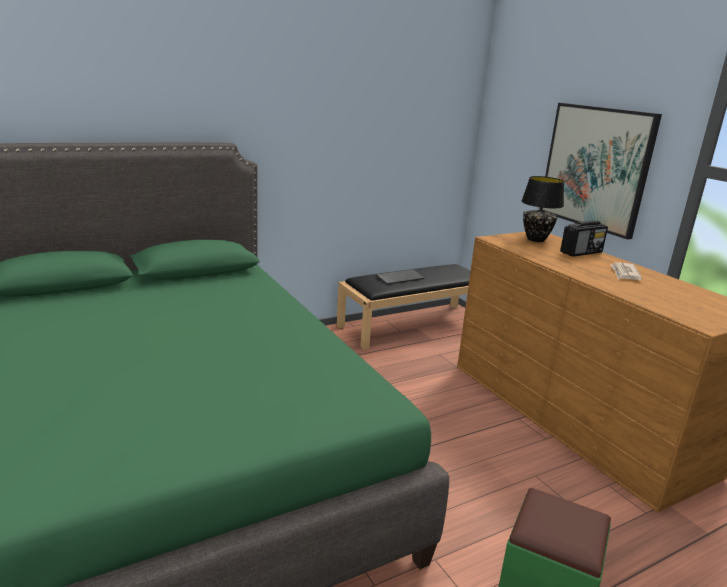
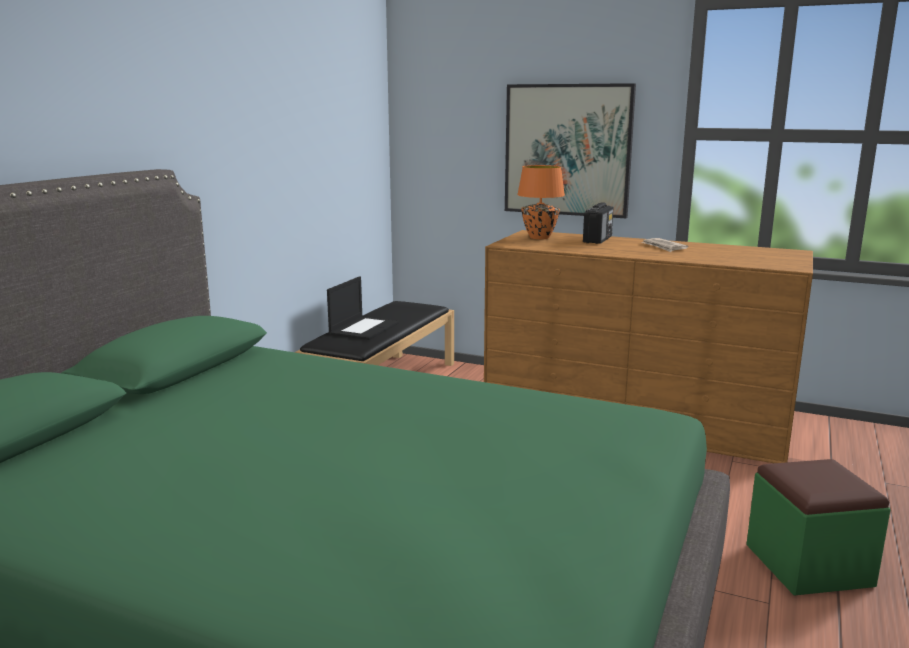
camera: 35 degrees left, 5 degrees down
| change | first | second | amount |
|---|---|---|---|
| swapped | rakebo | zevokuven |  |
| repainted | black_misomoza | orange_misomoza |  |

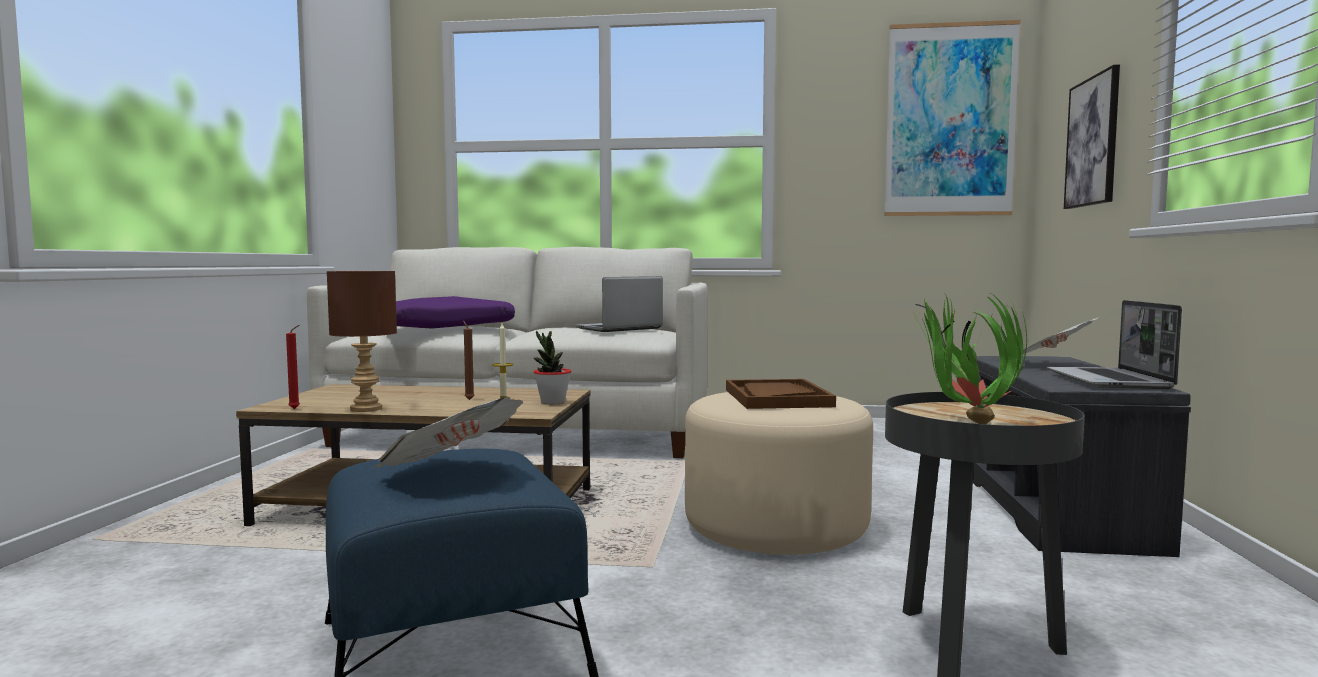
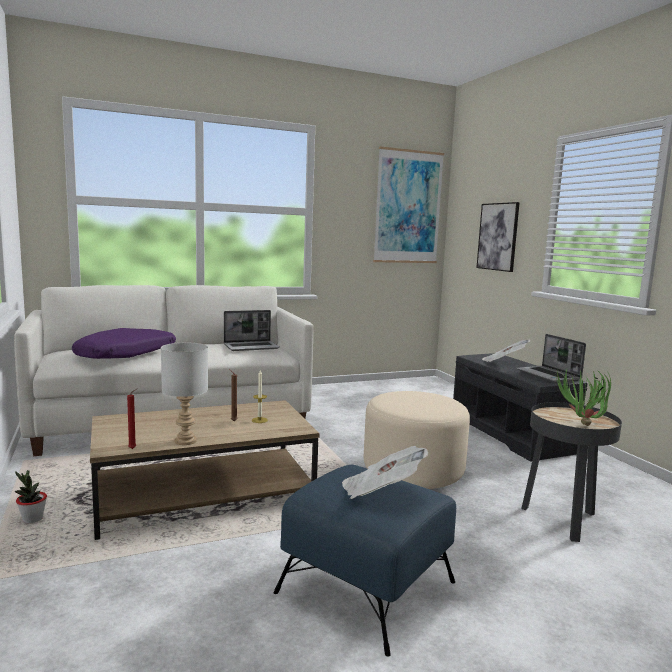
camera: 30 degrees left, 5 degrees up
| change | first | second | amount |
|---|---|---|---|
| gone | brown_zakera |  |  |
| shifted | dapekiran (no. 1 from left) |  |  |
| repainted | brown_misomoza | grey_misomoza |  |
| rotated | zevokuven (no. 1 from left) |  | 135 degrees counterclockwise |

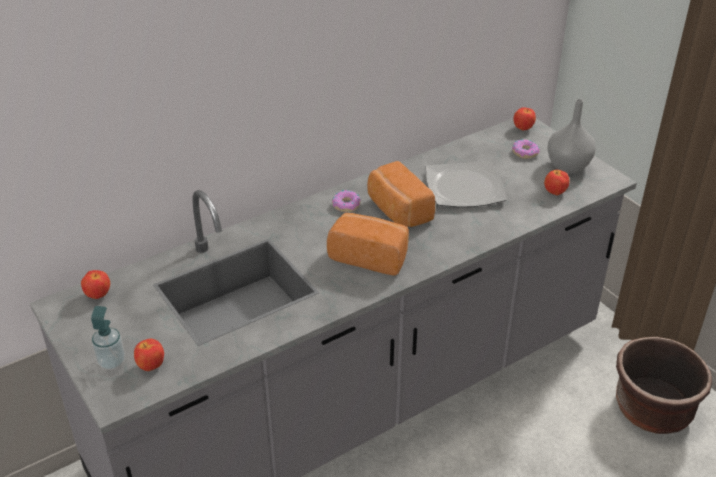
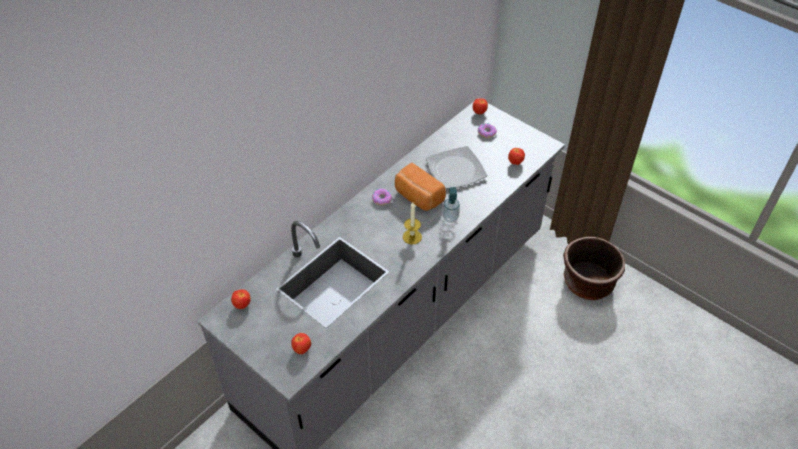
camera: 15 degrees left, 10 degrees up
| change | first | second | amount |
|---|---|---|---|
| gone | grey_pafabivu |  |  |
| shifted | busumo |  |  |
| swapped | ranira (no. 1 from left) | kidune |  |

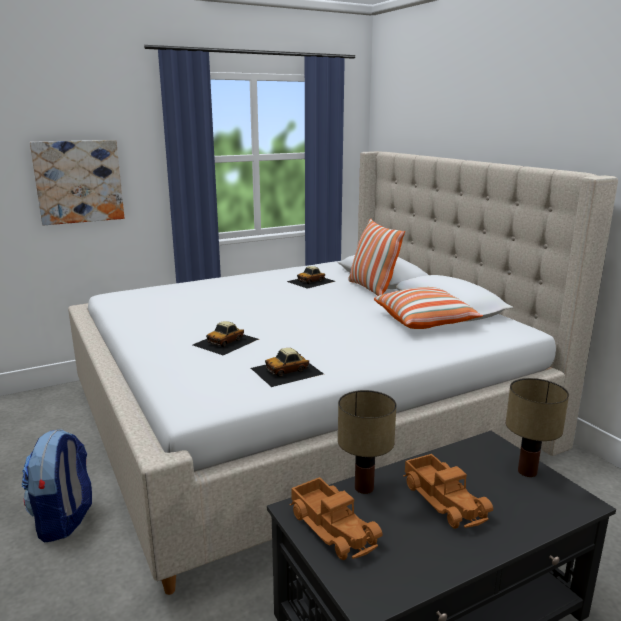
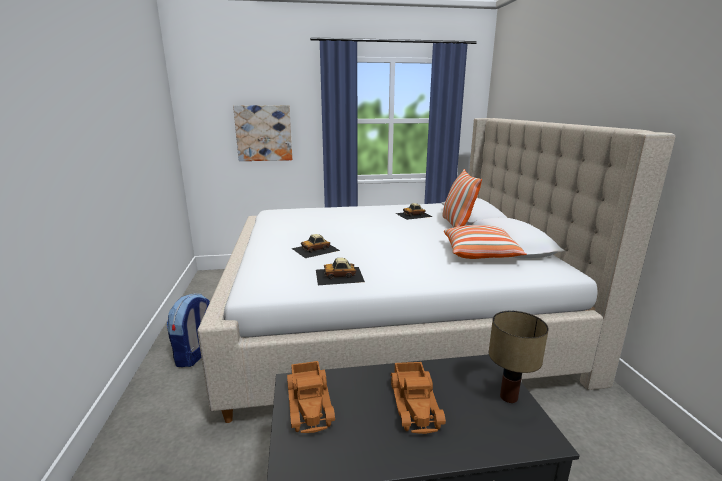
camera: 20 degrees right, 0 degrees up
| change | first | second | amount |
|---|---|---|---|
| gone | misomoza (no. 1 from left) |  |  |

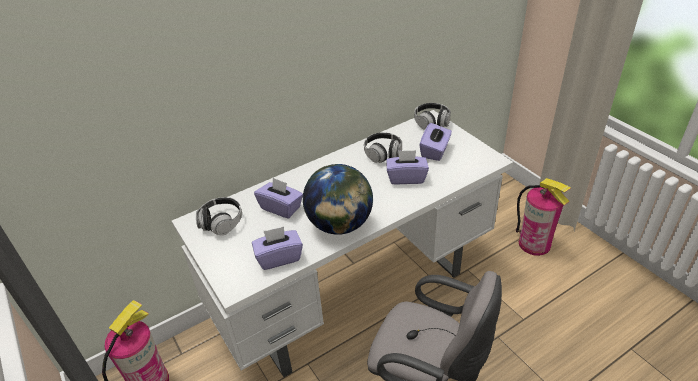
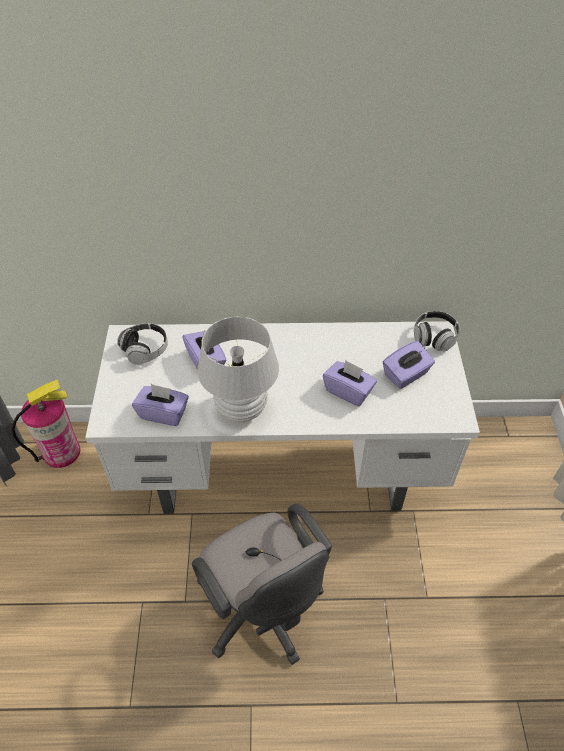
camera: 30 degrees right, 10 degrees up
| change | first | second | amount |
|---|---|---|---|
| gone | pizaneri (no. 2 from left) |  |  |
| gone | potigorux (no. 2 from left) |  |  |
| swapped | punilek | white_misomoza |  |

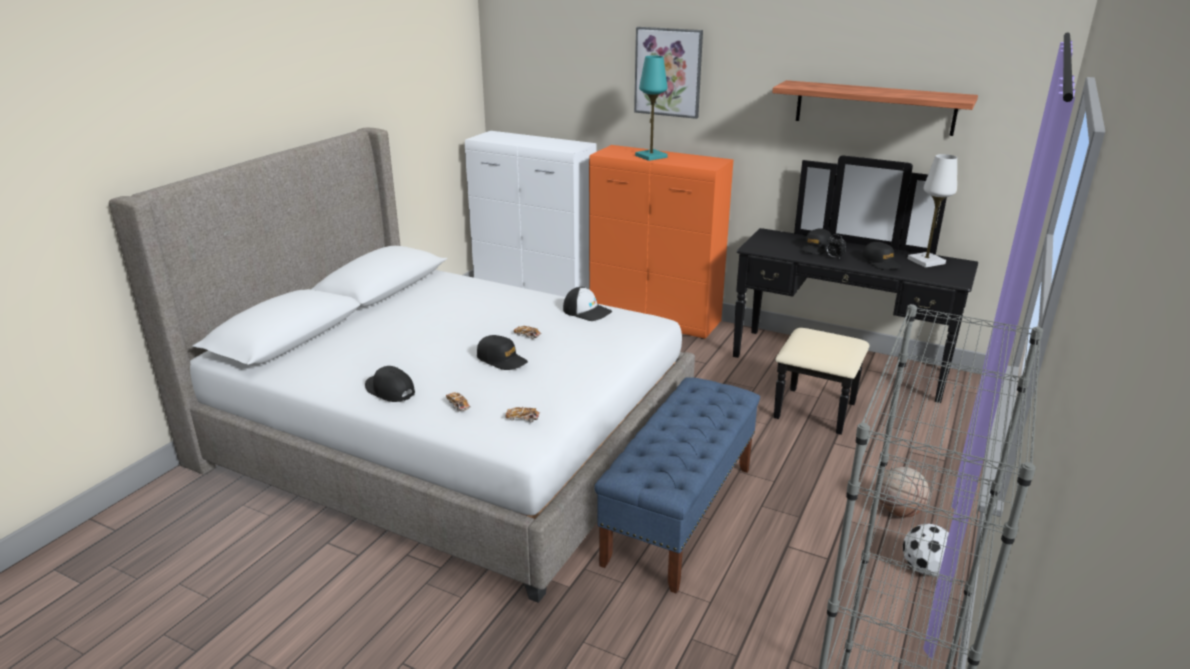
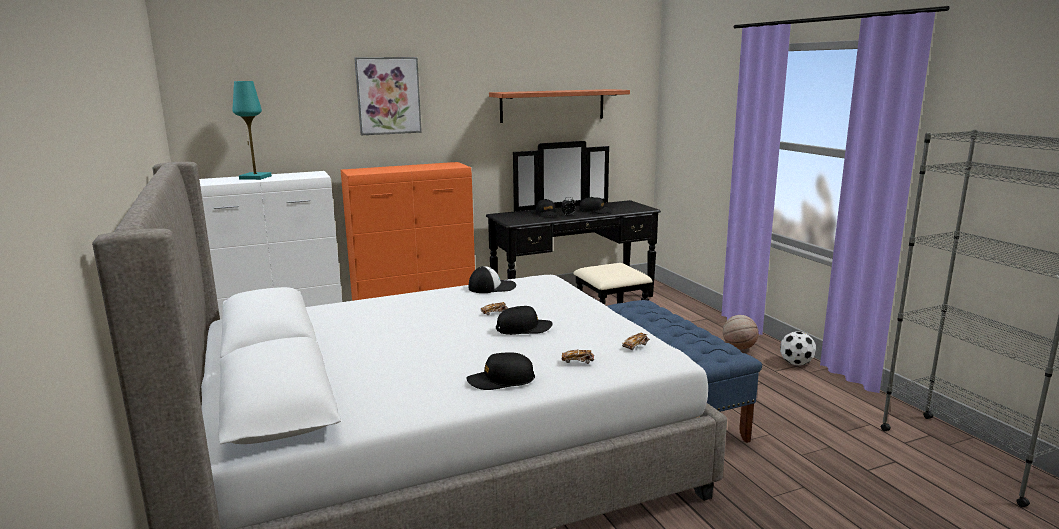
camera: 50 degrees left, 10 degrees down
| change | first | second | amount |
|---|---|---|---|
| gone | white_misomoza |  |  |
| shifted | turquoise_misomoza |  |  |

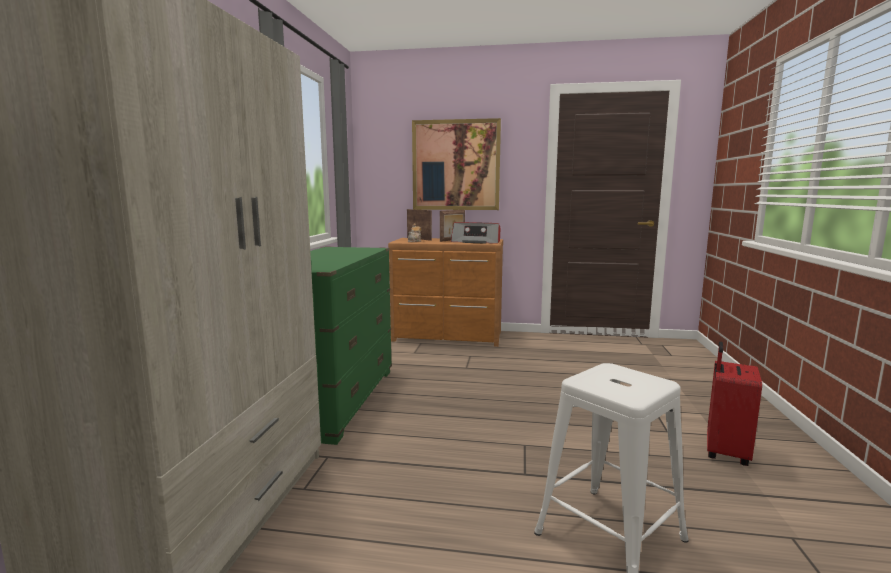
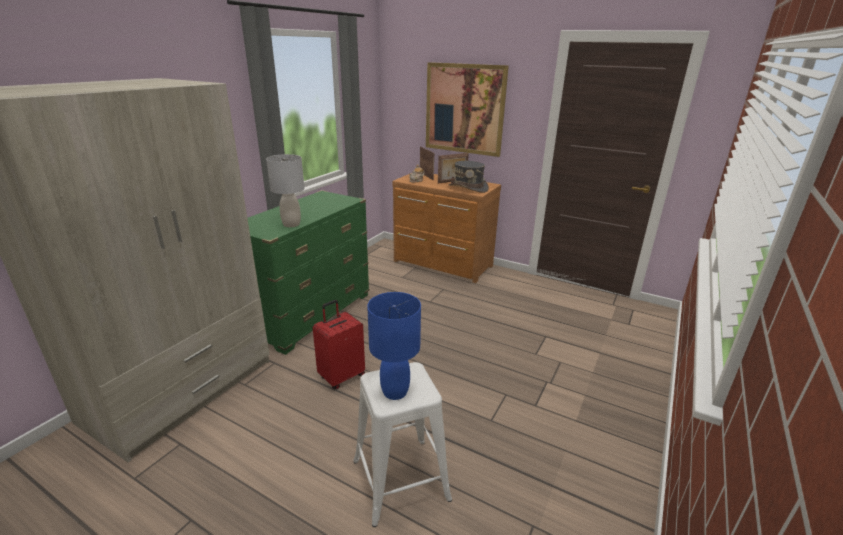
camera: 20 degrees right, 15 degrees up
| change | first | second | amount |
|---|---|---|---|
| new |  | grey_misomoza |  |
| new |  | blue_misomoza |  |
| shifted | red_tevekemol |  |  |
| swapped | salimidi | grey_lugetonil |  |

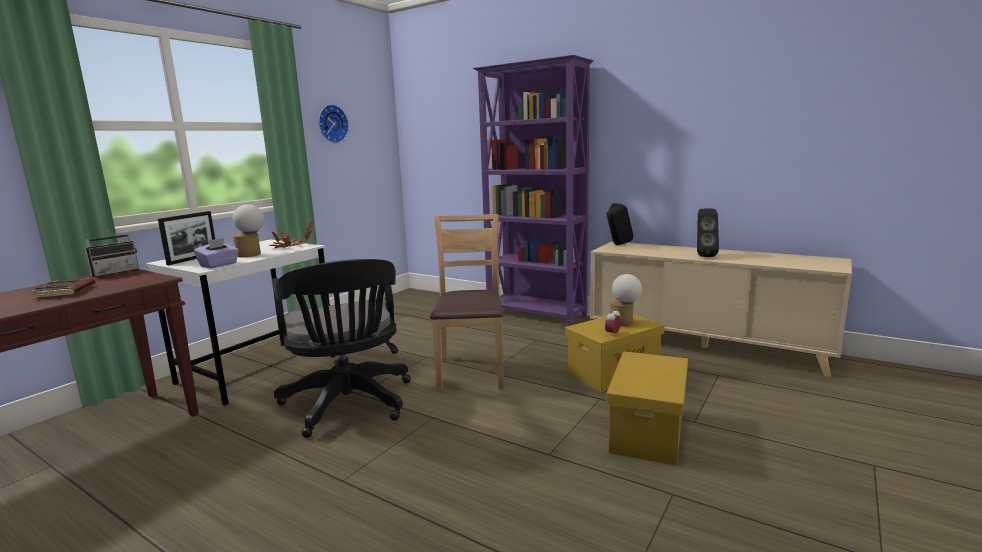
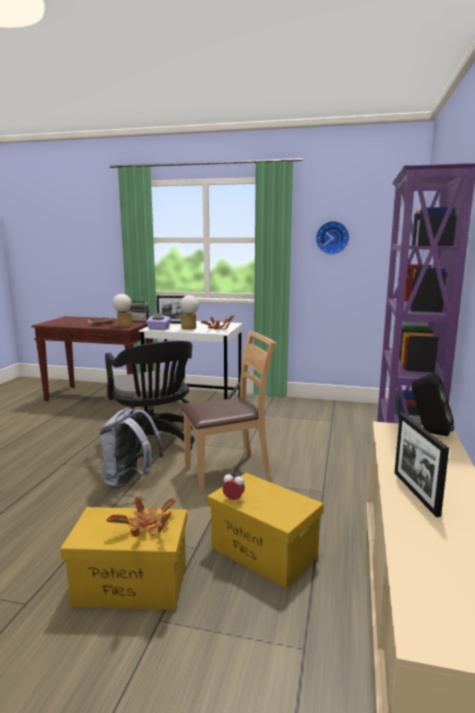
camera: 70 degrees right, 0 degrees up
| change | first | second | amount |
|---|---|---|---|
| new |  | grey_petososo |  |
| new |  | dapekiran (no. 1 from left) |  |
| shifted | misomoza (no. 2 from left in the first image) | misomoza (no. 1 from left) |  |
| swapped | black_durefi (no. 2 from left) | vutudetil (no. 2 from left) |  |
| rotated | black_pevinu |  | 75 degrees counterclockwise |

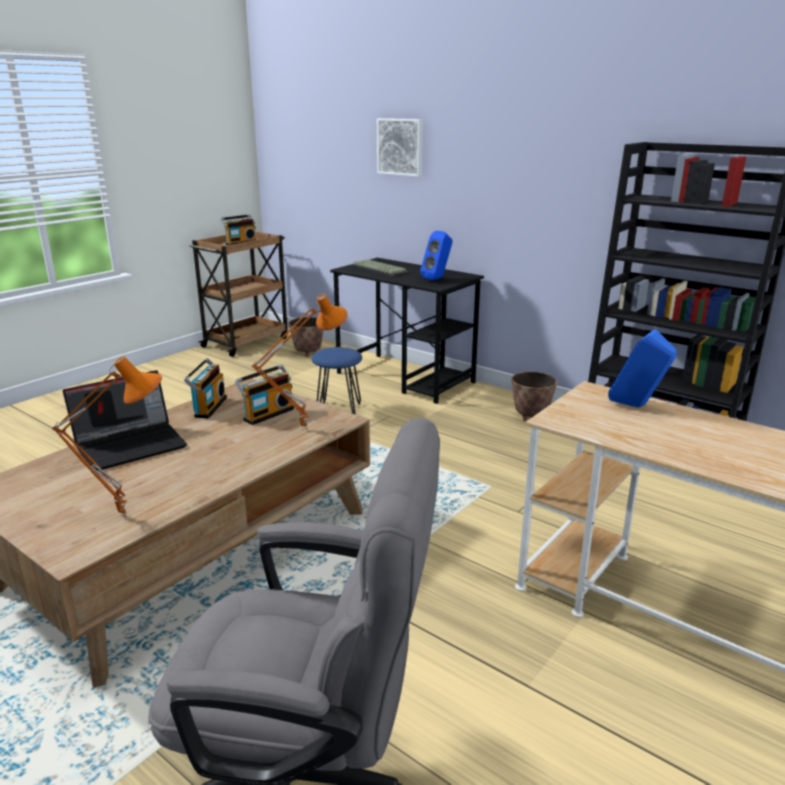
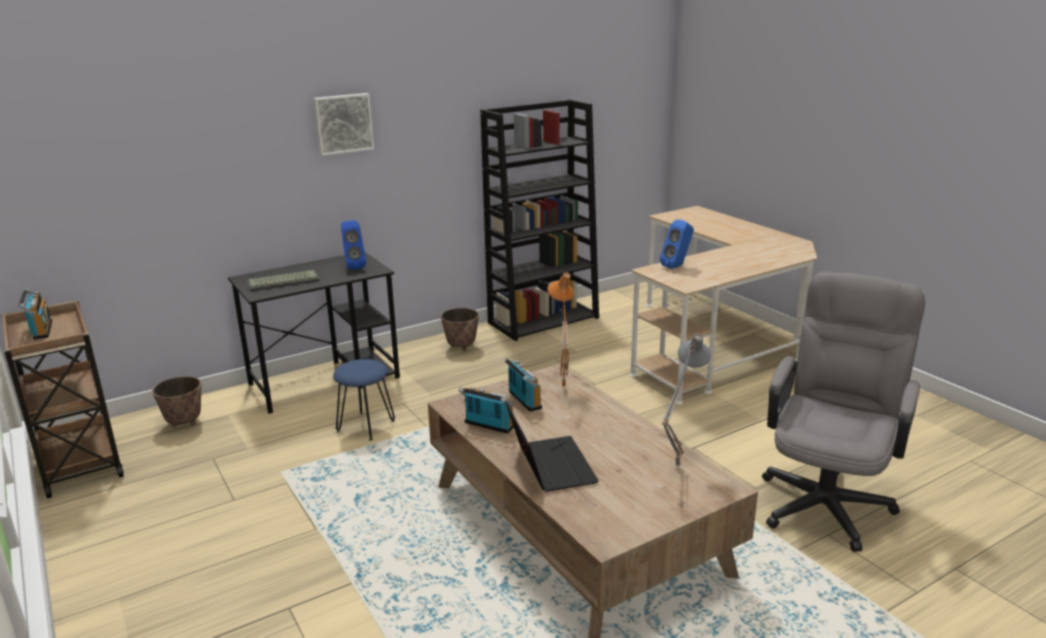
camera: 70 degrees left, 0 degrees up
| change | first | second | amount |
|---|---|---|---|
| shifted | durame |  |  |
| repainted | orange_misomoza (no. 1 from left) | grey_misomoza |  |

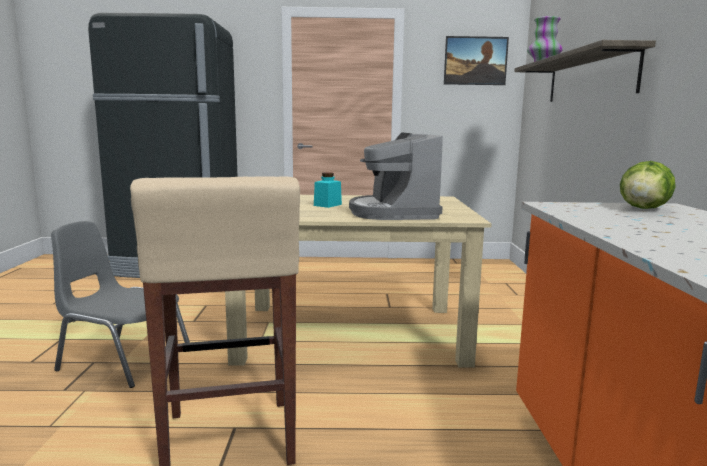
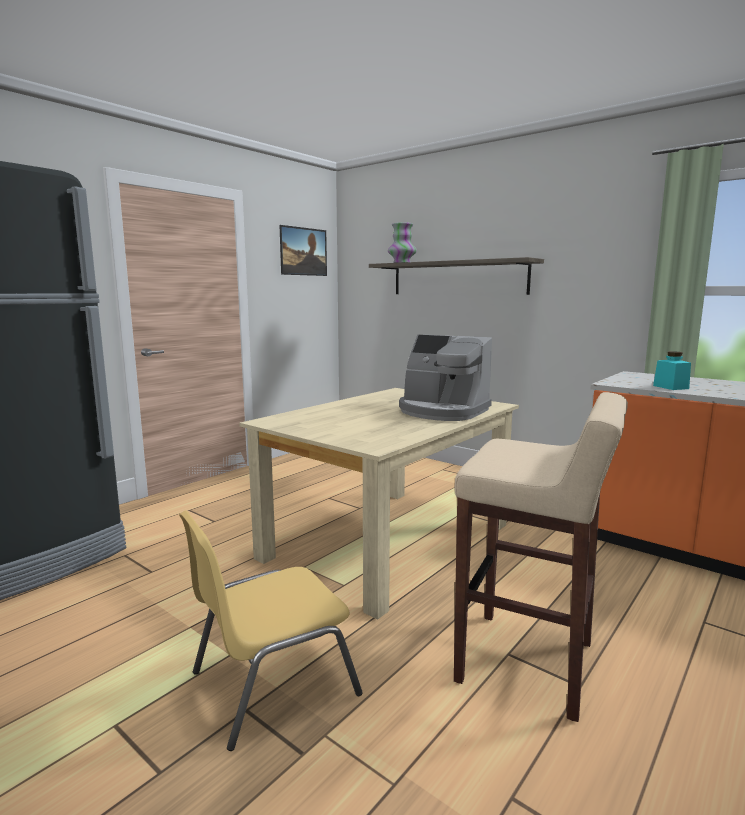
camera: 50 degrees left, 0 degrees up
| change | first | second | amount |
|---|---|---|---|
| gone | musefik |  |  |
| shifted | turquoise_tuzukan |  |  |
| repainted | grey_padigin | yellow_padigin |  |

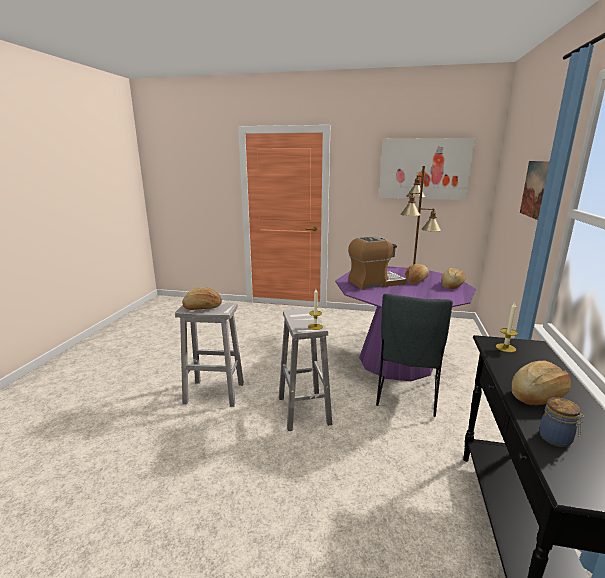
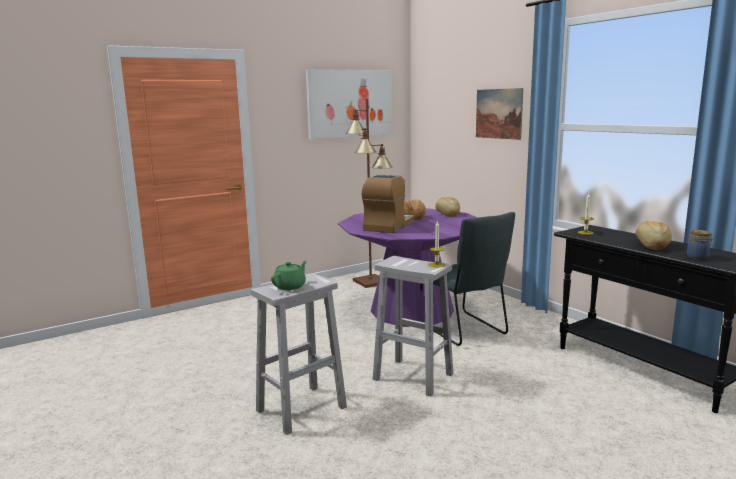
camera: 45 degrees left, 5 degrees down
| change | first | second | amount |
|---|---|---|---|
| swapped | ranira (no. 1 from left) | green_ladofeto |  |

